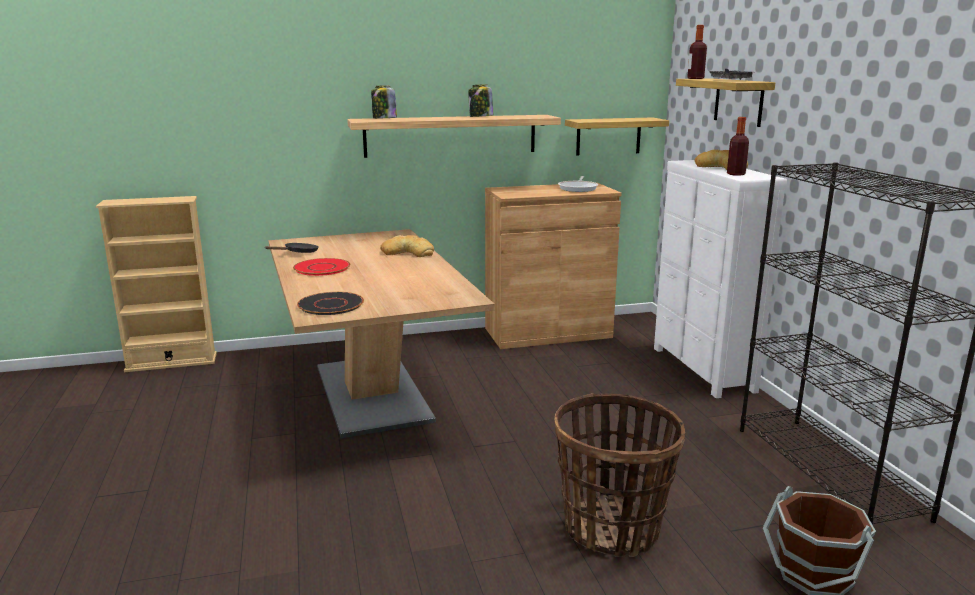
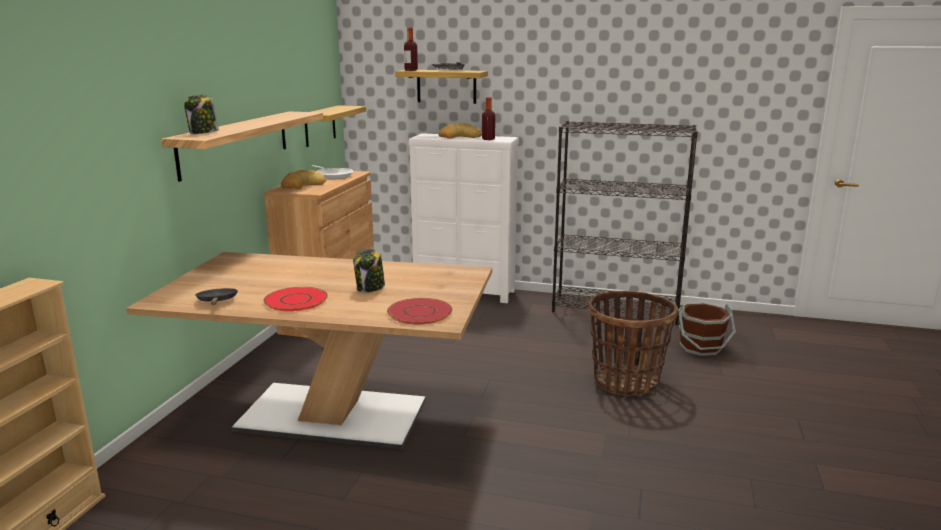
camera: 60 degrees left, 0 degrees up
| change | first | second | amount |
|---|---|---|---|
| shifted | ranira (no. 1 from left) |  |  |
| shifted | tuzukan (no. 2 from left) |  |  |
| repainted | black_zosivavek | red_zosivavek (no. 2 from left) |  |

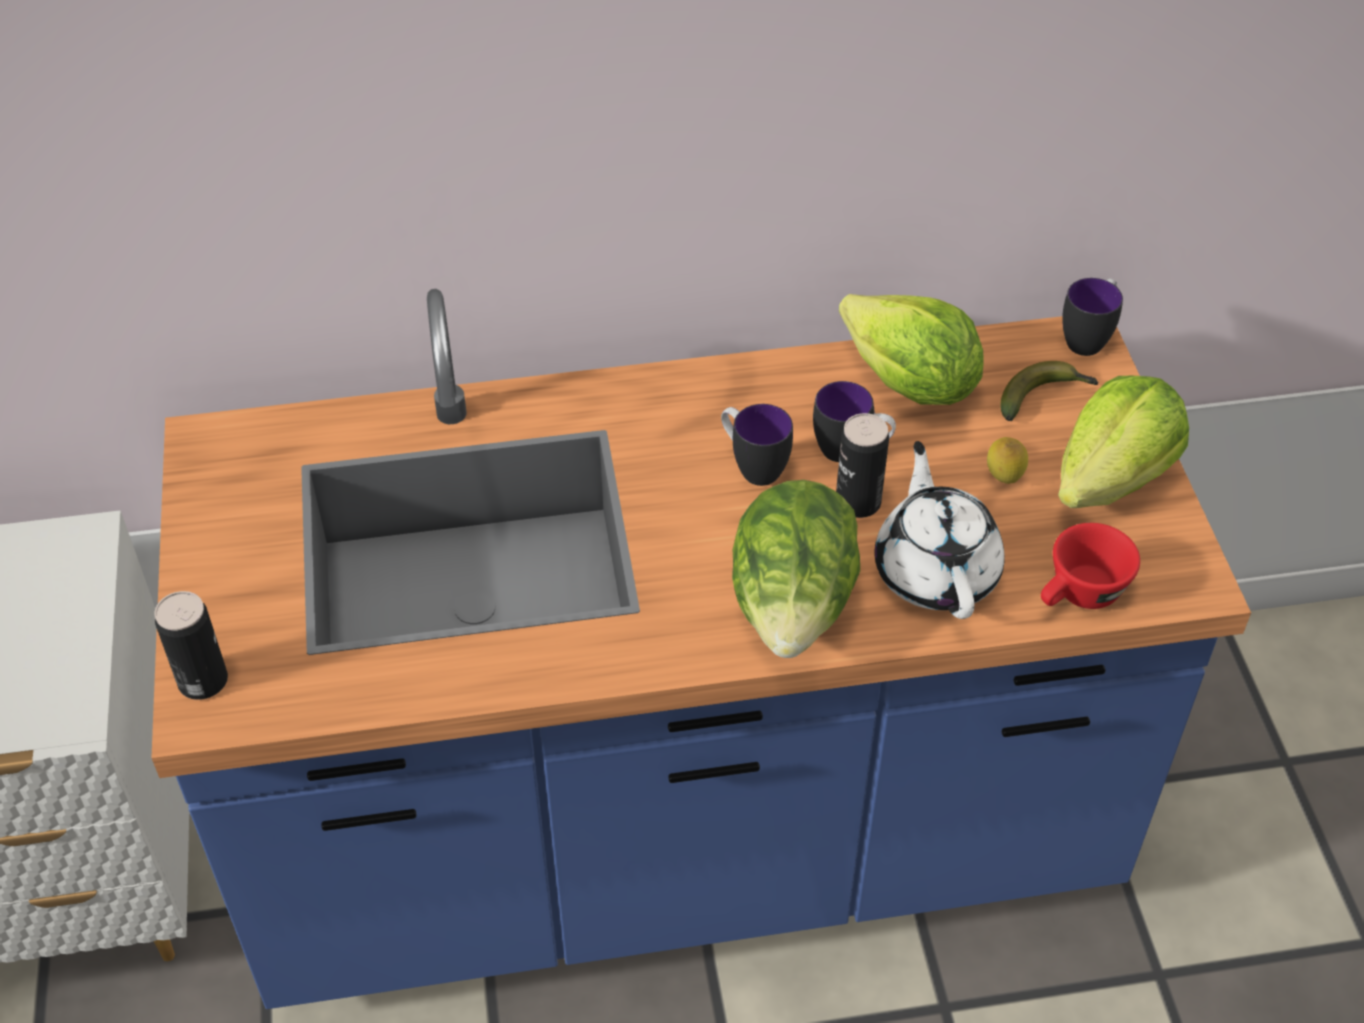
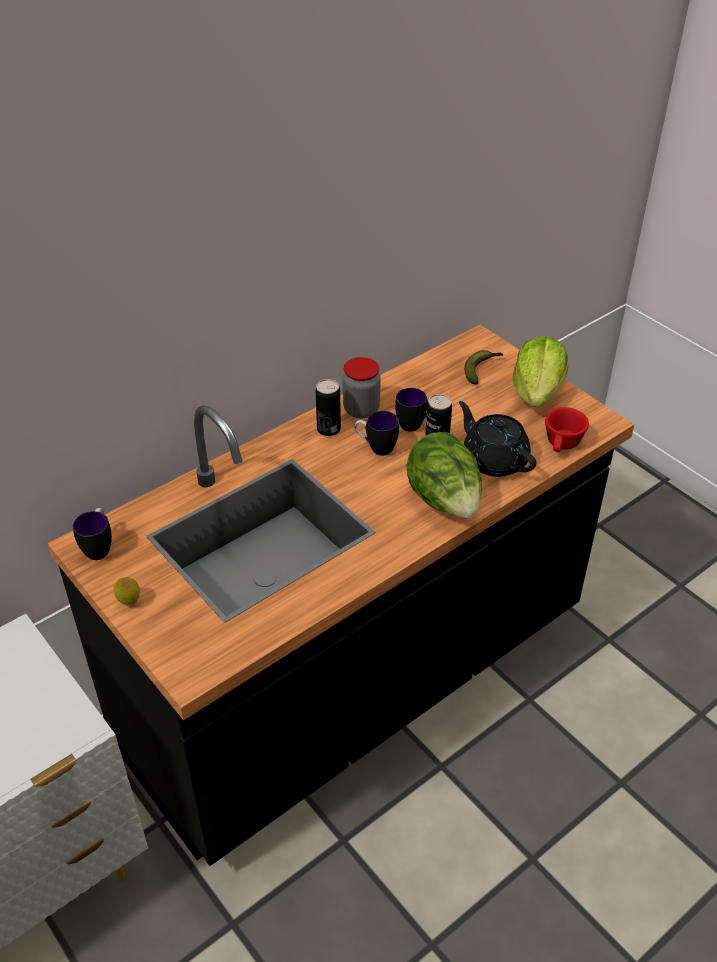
camera: 30 degrees left, 5 degrees down
| change | first | second | amount |
|---|---|---|---|
| gone | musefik (no. 2 from left) |  |  |
| new |  | tuzukan |  |
| shifted | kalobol (no. 1 from left) |  |  |
| shifted | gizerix |  |  |
| shifted | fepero (no. 3 from left in the first image) | fepero (no. 1 from left) |  |
| repainted | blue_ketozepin | black_ketozepin |  |
| repainted | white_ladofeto | black_ladofeto |  |

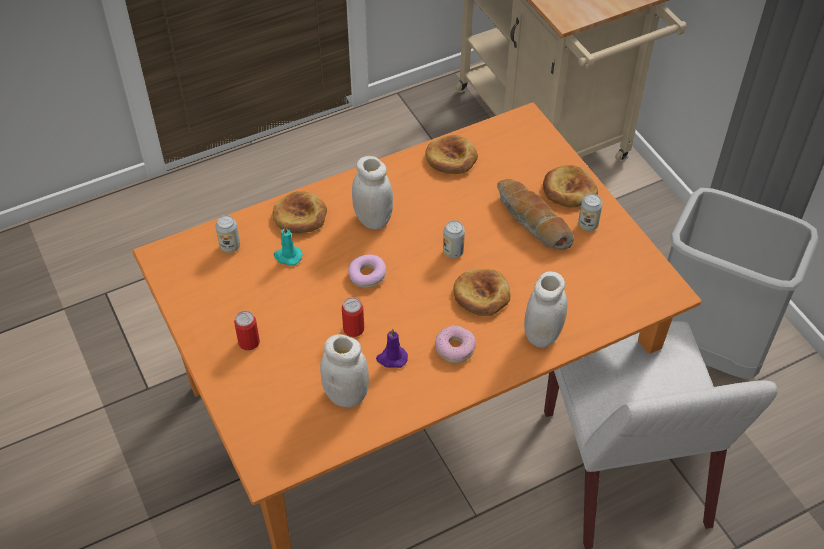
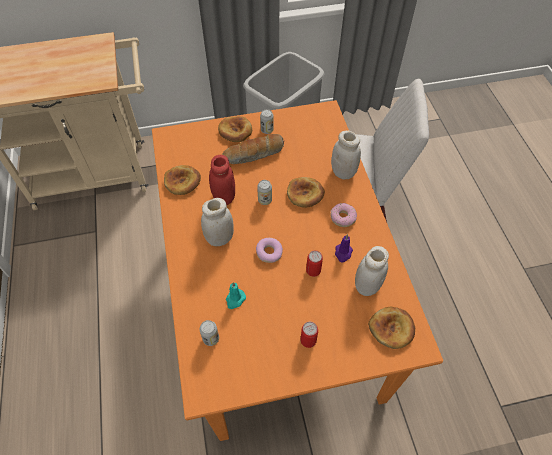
camera: 75 degrees left, 5 degrees up
| change | first | second | amount |
|---|---|---|---|
| new |  | red_tuzukan |  |
| shifted | ranira (no. 1 from left in the first image) | ranira (no. 5 from left) |  |

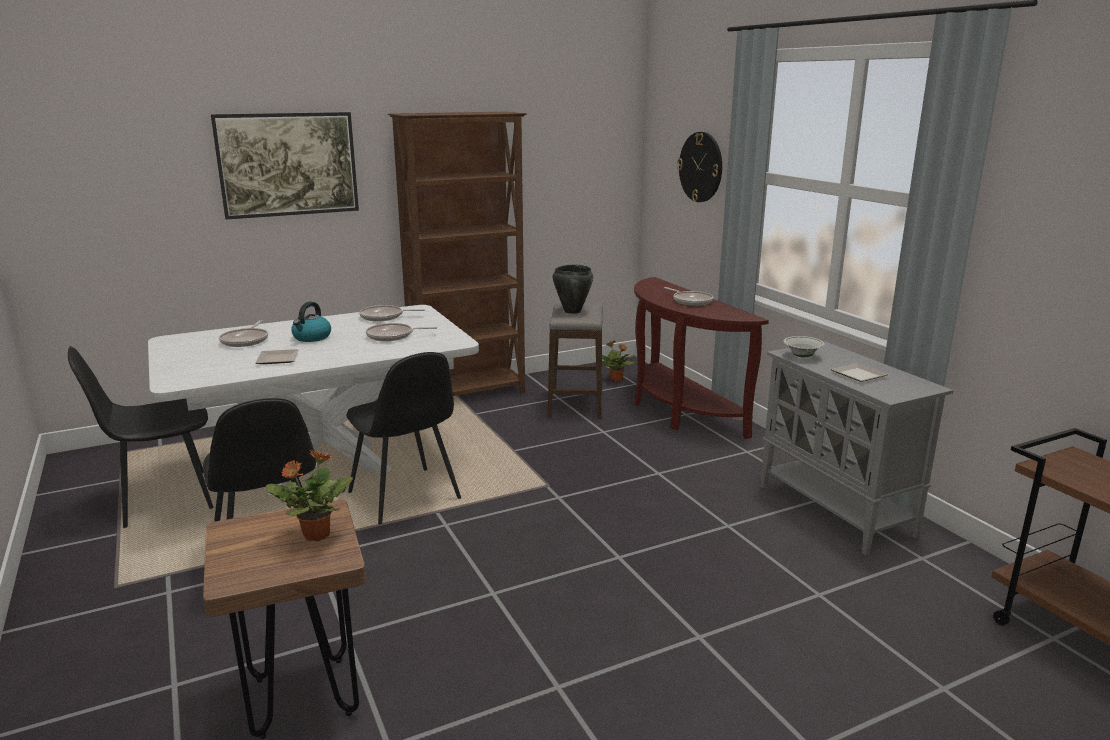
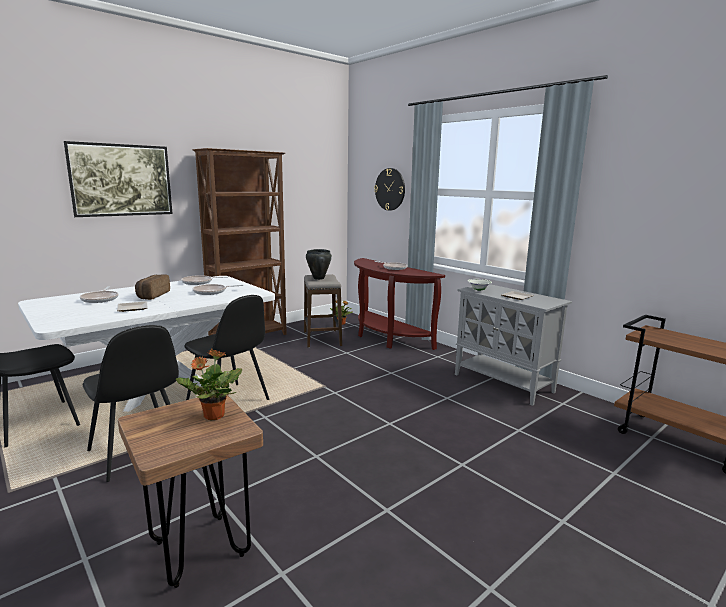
camera: 15 degrees left, 5 degrees down
| change | first | second | amount |
|---|---|---|---|
| swapped | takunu | ranira |  |

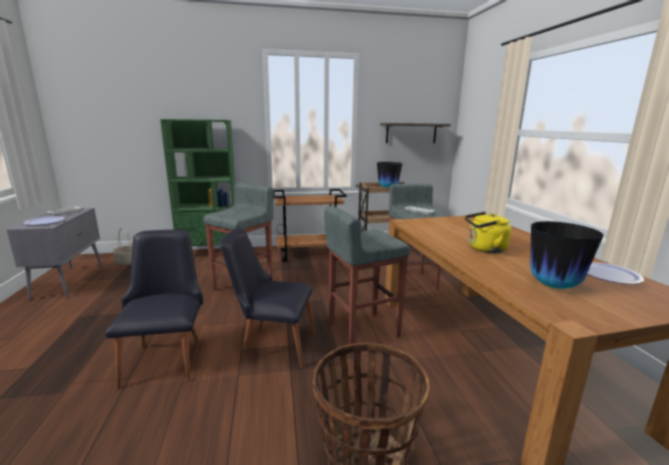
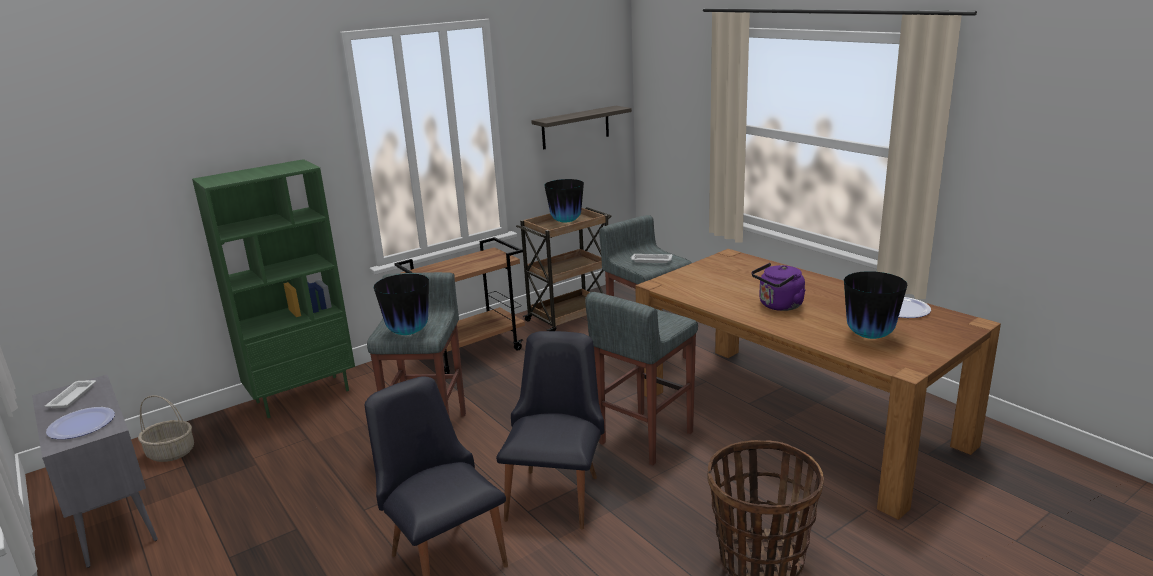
camera: 25 degrees left, 5 degrees up
| change | first | second | amount |
|---|---|---|---|
| new |  | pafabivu (no. 1 from left) |  |
| repainted | yellow_takunu | purple_takunu |  |
| rotated | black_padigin (no. 2 from left) |  | 120 degrees clockwise |

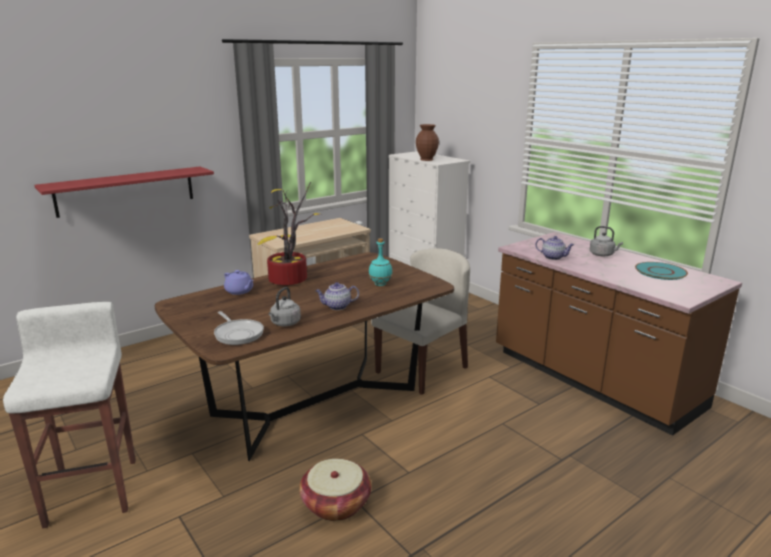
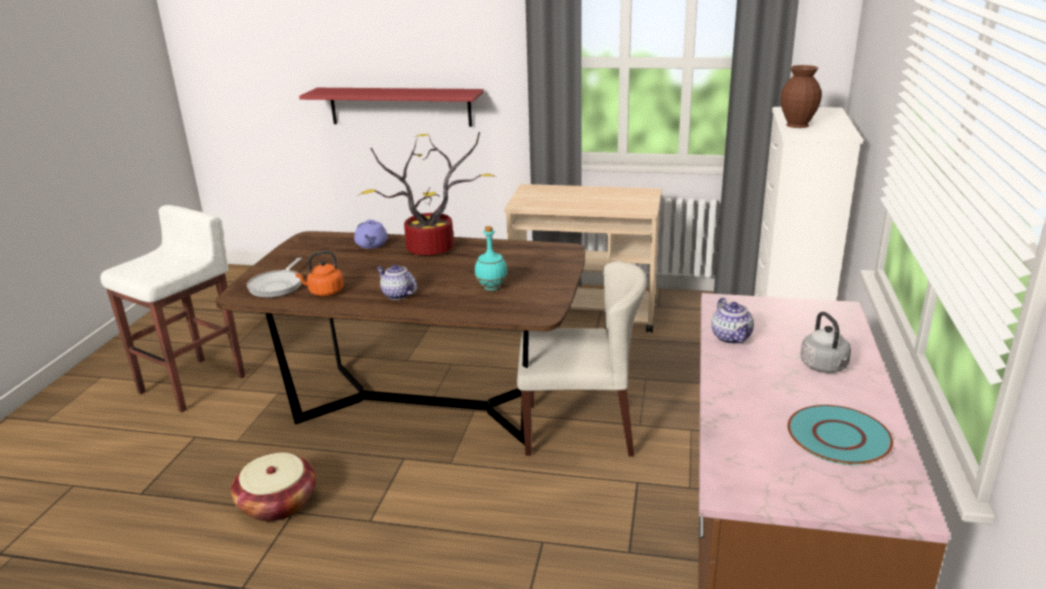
camera: 50 degrees right, 5 degrees up
| change | first | second | amount |
|---|---|---|---|
| repainted | grey_takunu (no. 1 from left) | orange_takunu |  |

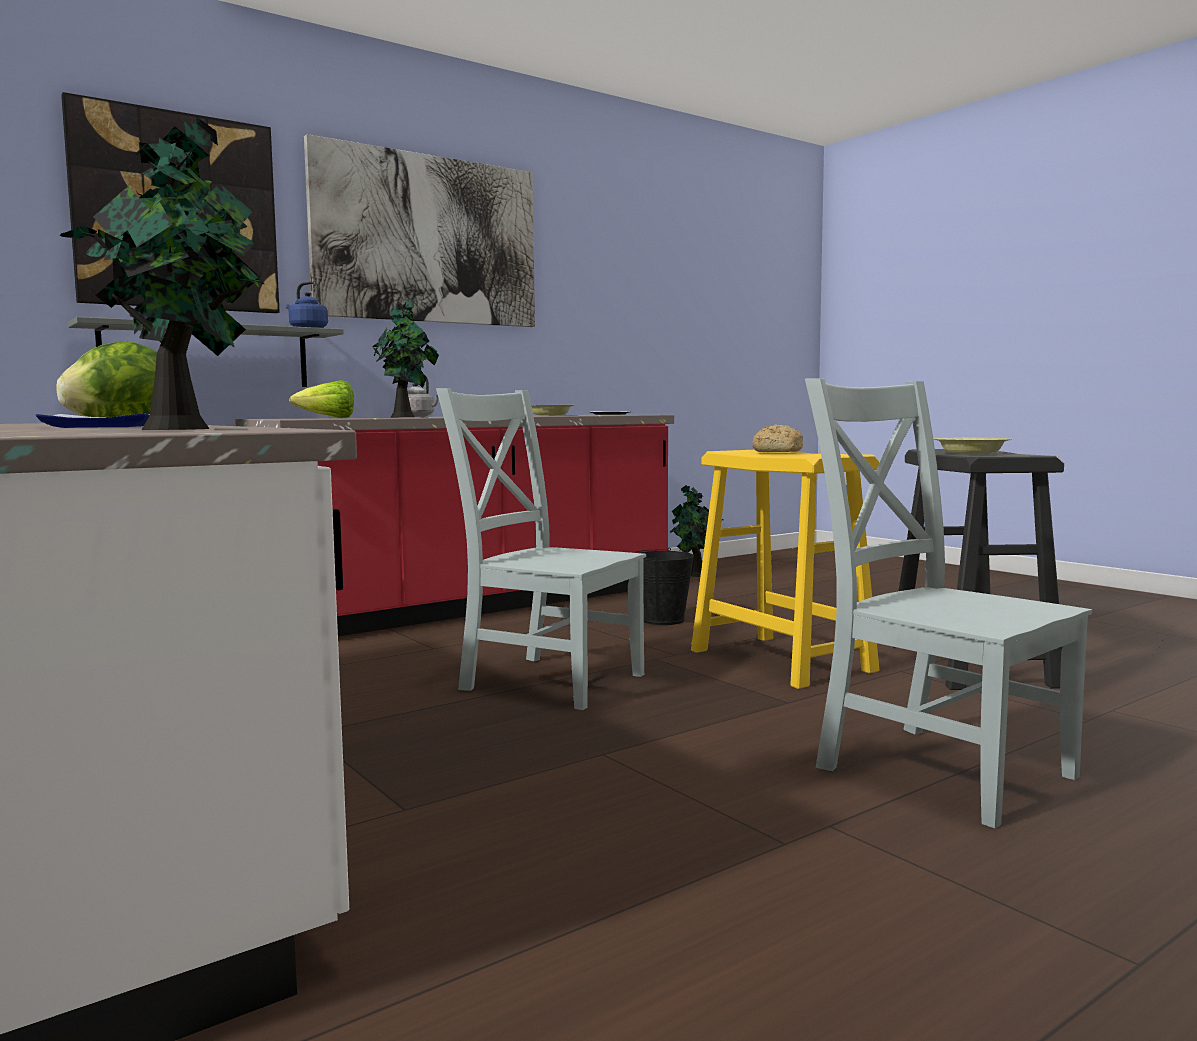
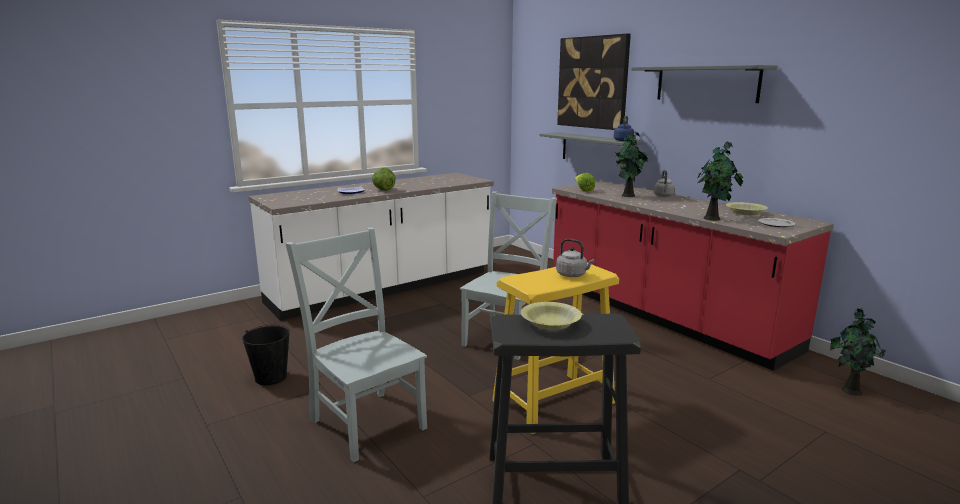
camera: 90 degrees right, 10 degrees up
| change | first | second | amount |
|---|---|---|---|
| shifted | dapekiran (no. 1 from left in the first image) | dapekiran (no. 2 from left) |  |
| shifted | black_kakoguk |  |  |
| swapped | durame (no. 2 from left) | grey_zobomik (no. 2 from left) |  |
| swapped | ranira | grey_takunu (no. 1 from left) |  |
| rotated | grey_padigin (no. 2 from left in the first image) | grey_padigin (no. 1 from left) | 90 degrees counterclockwise |

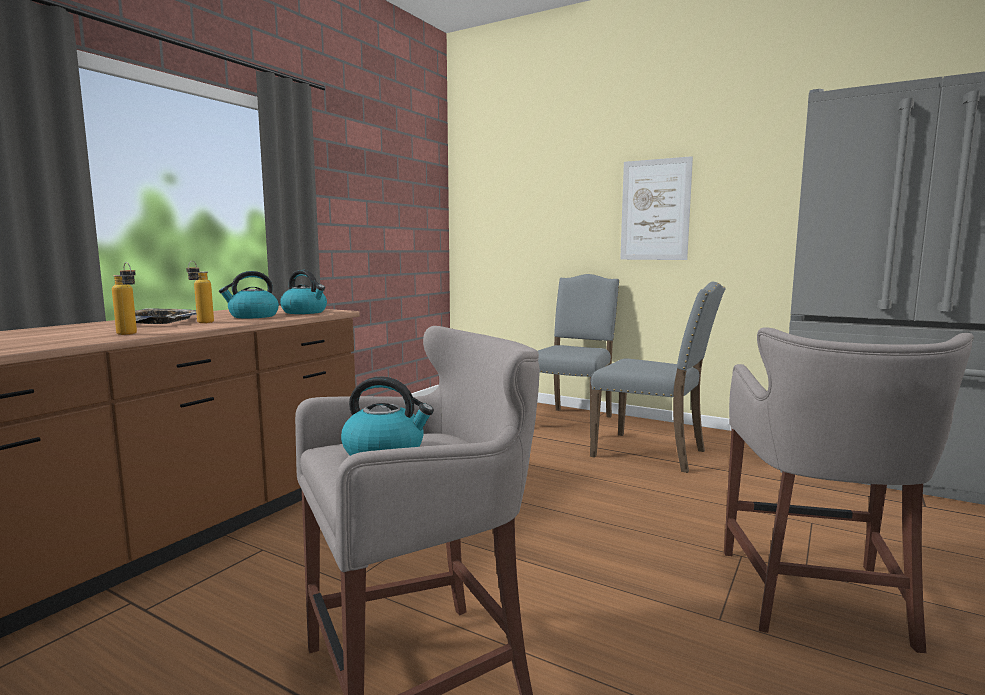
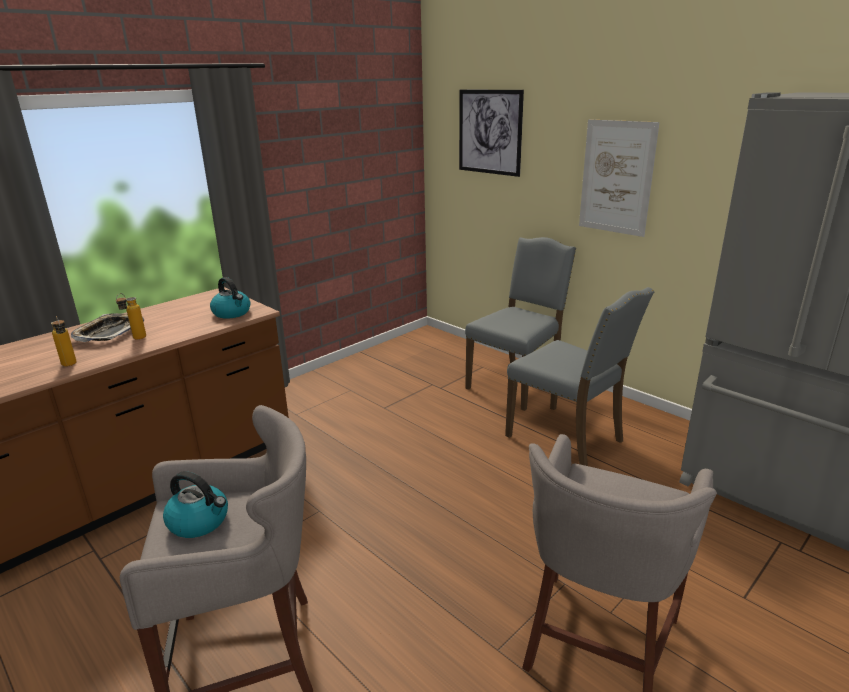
camera: 15 degrees right, 15 degrees up
| change | first | second | amount |
|---|---|---|---|
| gone | takunu (no. 1 from left) |  |  |
| new |  | durame (no. 1 from left) |  |

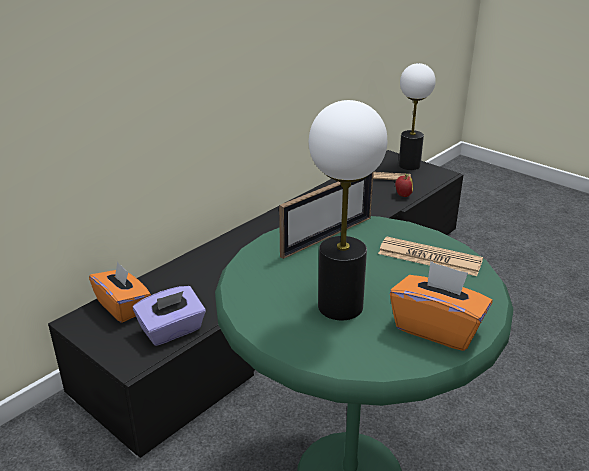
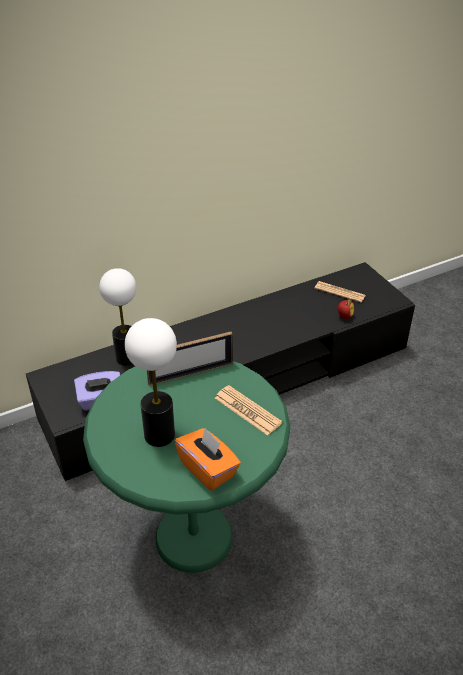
camera: 20 degrees right, 10 degrees up
| change | first | second | amount |
|---|---|---|---|
| gone | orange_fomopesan (no. 1 from left) |  |  |
| shifted | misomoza (no. 2 from left in the first image) | misomoza (no. 1 from left) |  |

